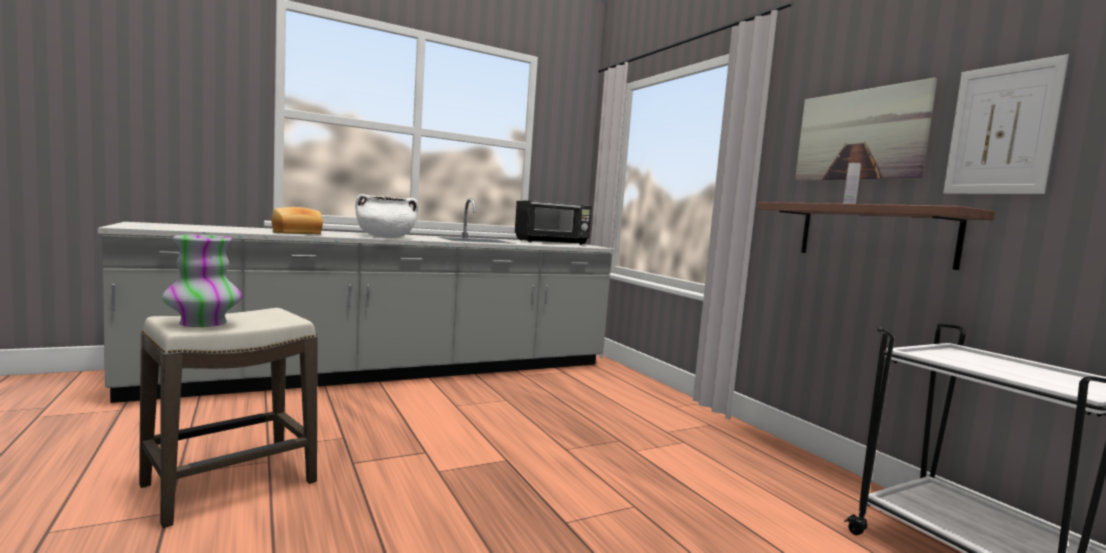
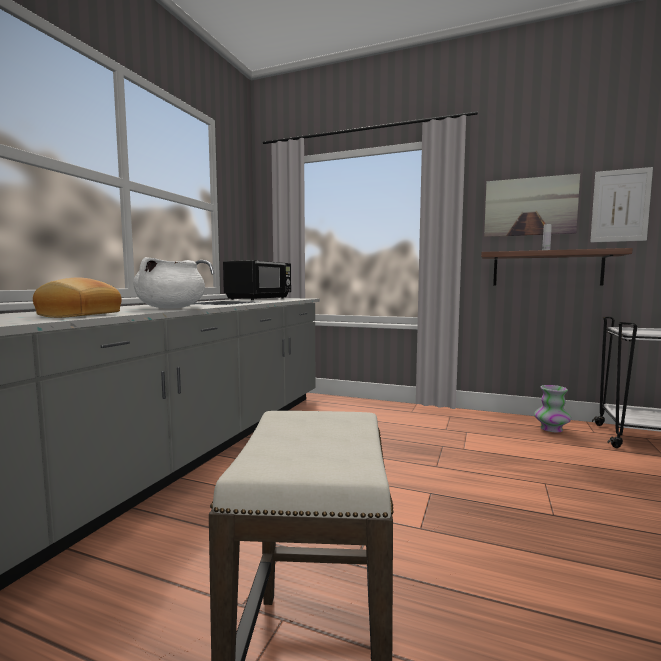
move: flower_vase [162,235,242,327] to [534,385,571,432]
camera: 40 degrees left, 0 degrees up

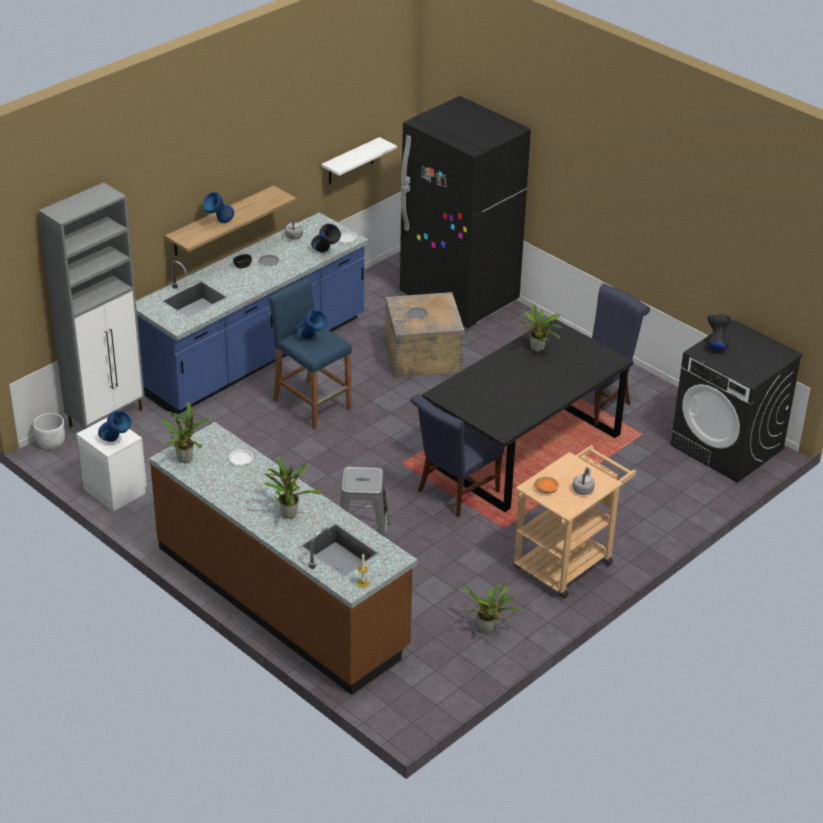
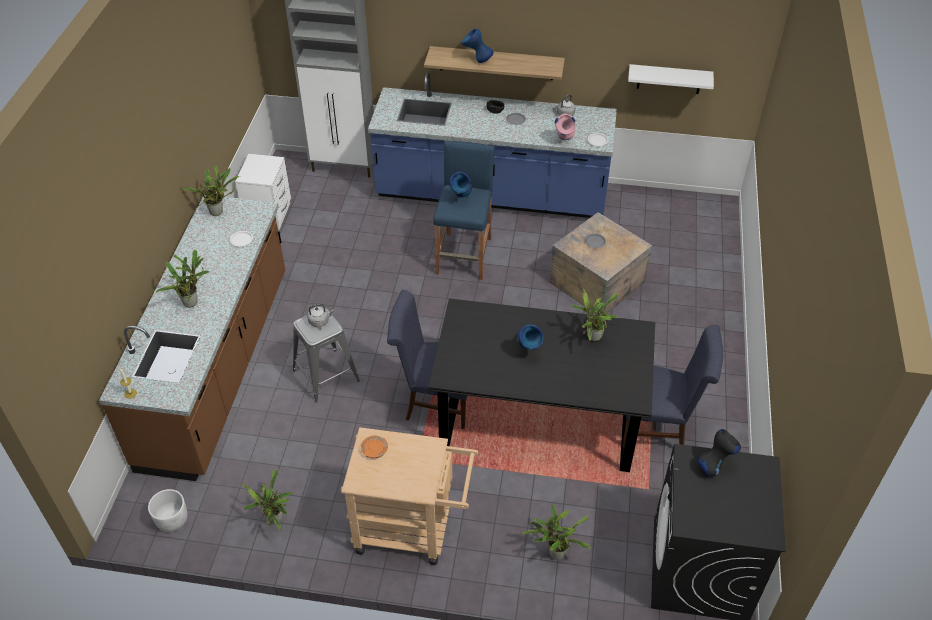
delete: black_refrigerator [400,96,531,328]
insert: houseplant [521,504,591,560]
move: blue_flower_vase [98,410,132,442] to [517,324,544,350]; white_plant_pot [33,413,65,449] to [148,489,188,532]; gray_water_kettle [573,467,595,495] to [307,304,334,327]
recolor: black_flower_vase [311,224,341,253] to pink_flower_vase [555,114,576,140]
camera: 55 degrees right, 10 degrees up

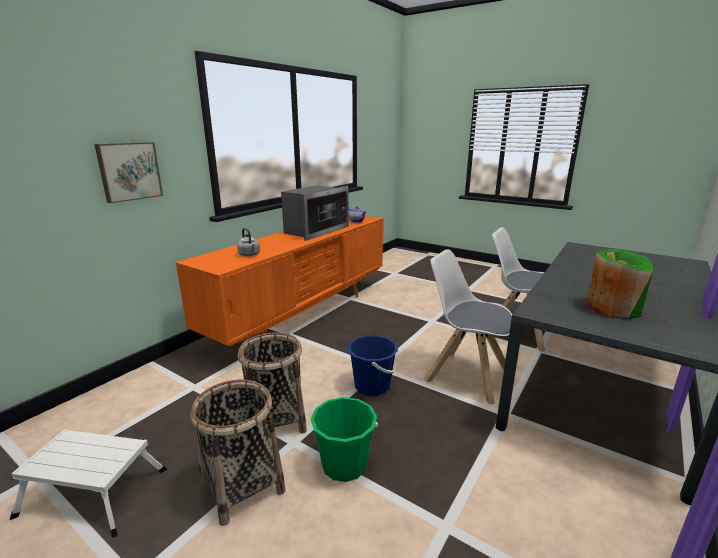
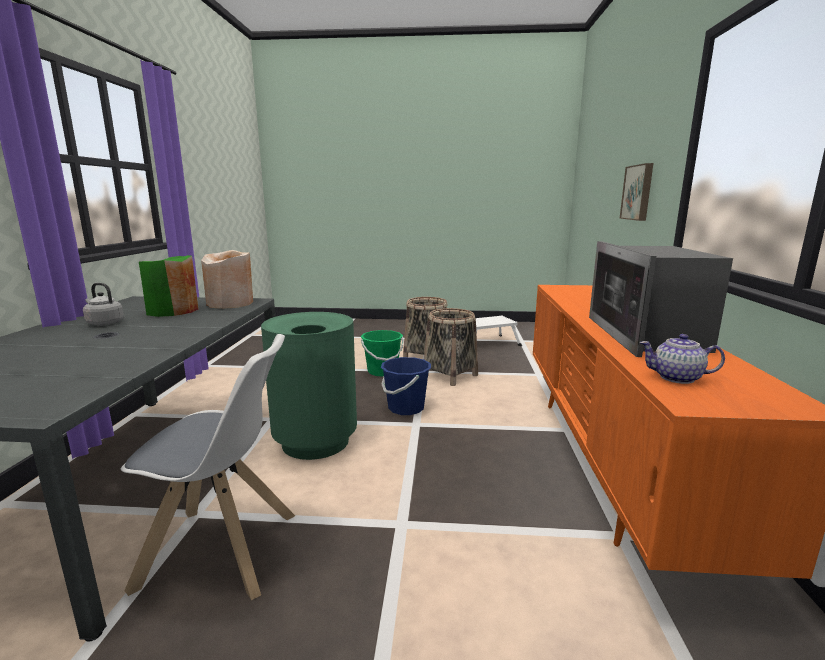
insert: sand-coloured_flower_vase [201,250,253,309]
move: gray_water_kettle [237,228,260,256] to [83,283,124,325]
replace: upright_chair [424,249,512,404] to green_rubbish_bin [261,312,357,460]
camera: 150 degrees right, 5 degrees down

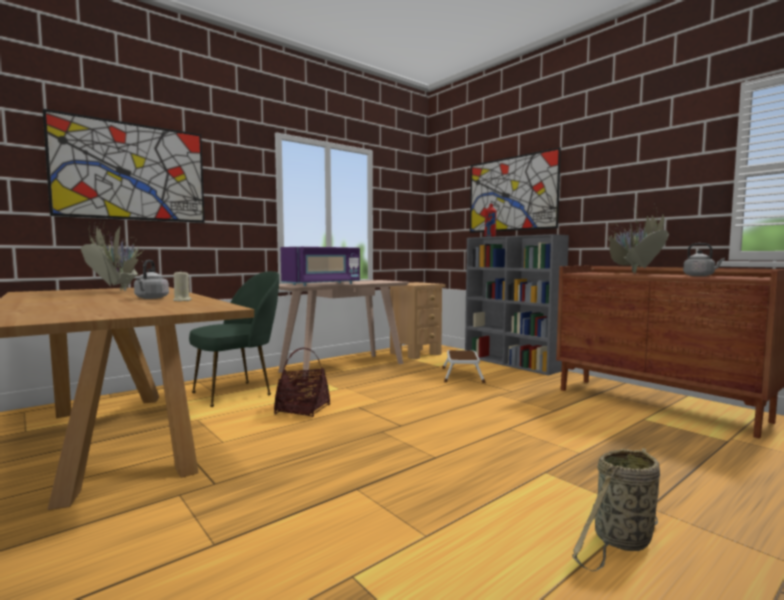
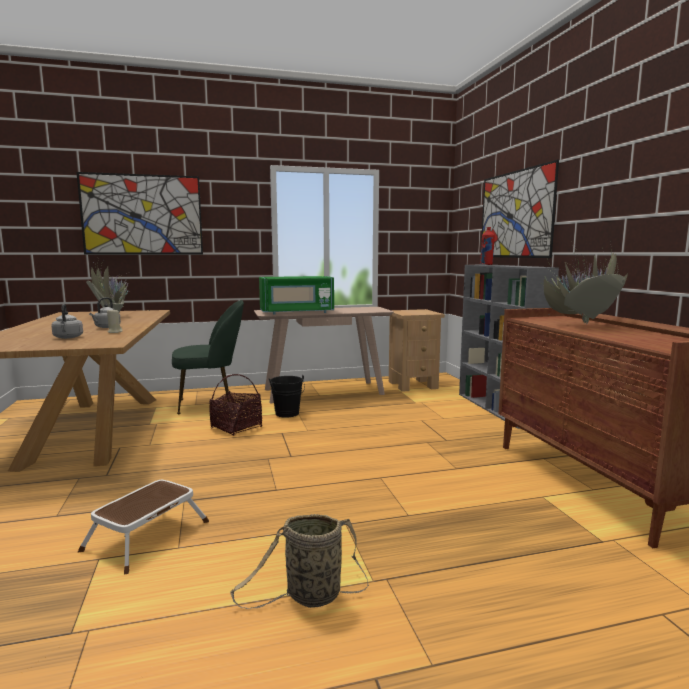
insert: black_water_bucket [269,375,305,418]
move: gray_water_kettle [683,243,725,276] to [51,304,83,339]; brown_stepladder [442,350,486,383] to [78,480,209,575]
recolor: purplish_microwave [281,247,360,286] to green_microwave [259,276,334,315]
camera: 25 degrees right, 5 degrees up

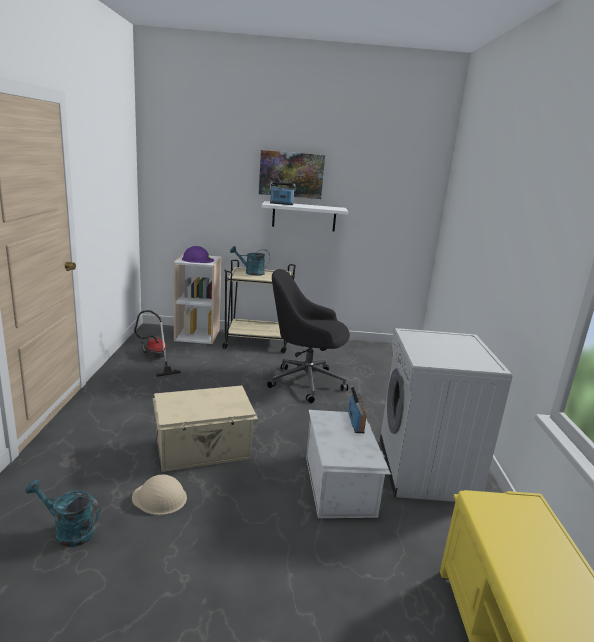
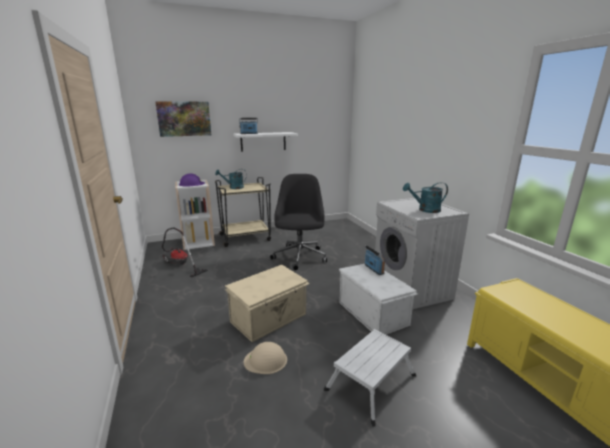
insert: white_stepladder [324,329,417,427]
move: wall_picture [259,150,325,199] to [155,101,211,137]; turquoise_watering_pot [25,479,100,547] to [403,182,448,213]
rotate: black_office_chair [267,269,350,403] = [270,174,327,270] 105 degrees clockwise
camera: 20 degrees left, 0 degrees up

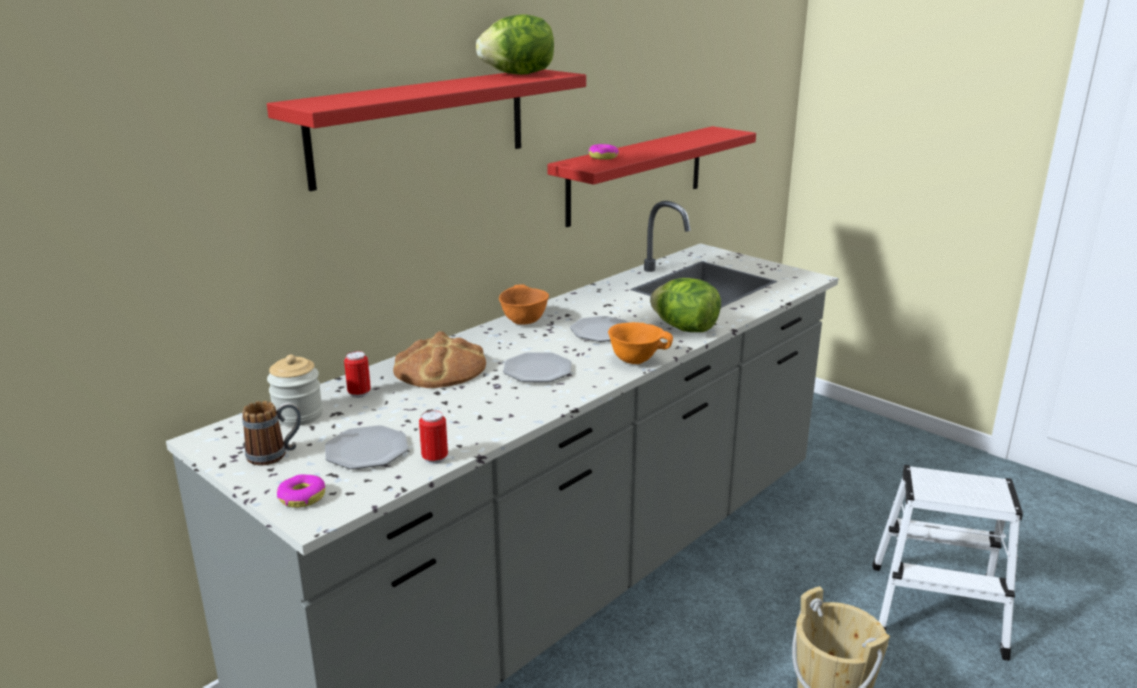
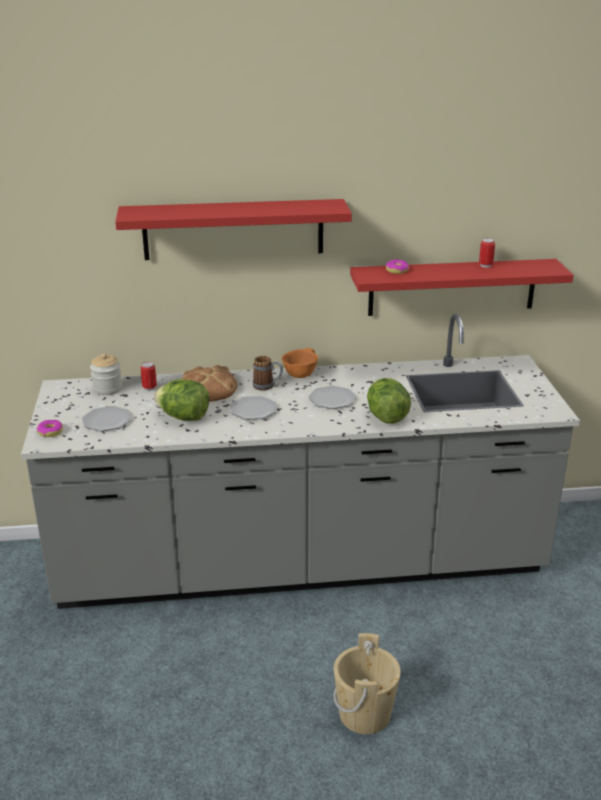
delete: orange_deep_dish [608,322,673,364]; white_stepladder [872,465,1023,661]
move: lettuce_head [476,15,554,75] to [154,379,209,421]; coffee_mug [242,401,301,465] to [253,356,283,391]; can [419,410,448,464] to [479,238,495,268]
camera: 40 degrees right, 5 degrees up

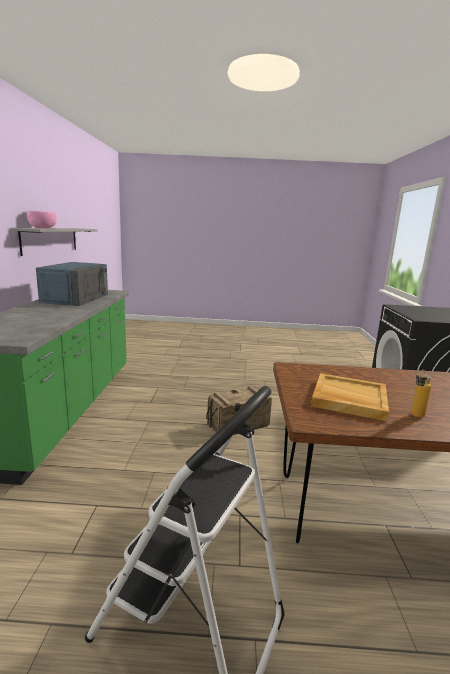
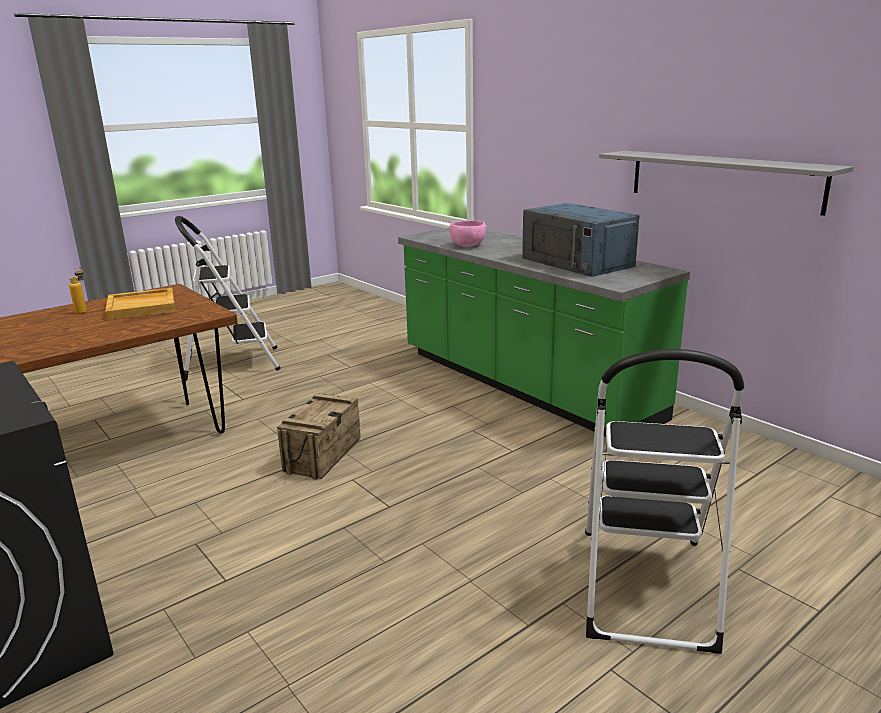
insert: stepladder [585,349,744,654]
move: pink_deep_dish [27,211,57,228] to [449,220,487,247]
camera: 140 degrees right, 5 degrees up

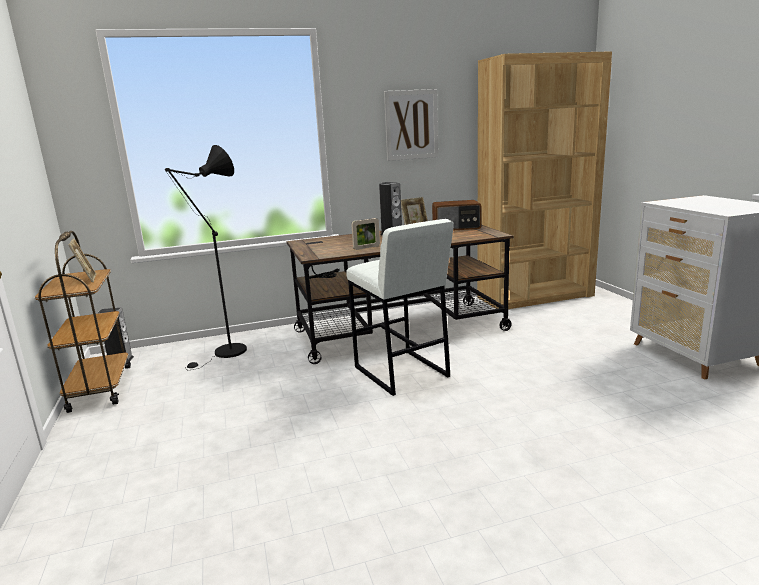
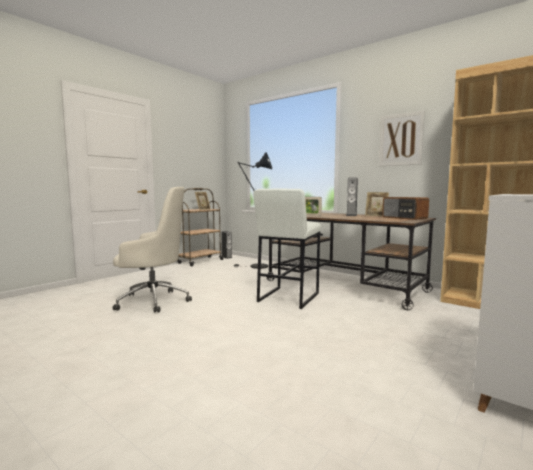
insert: sand-coloured_office_chair [113,187,192,313]
camera: 55 degrees right, 10 degrees down

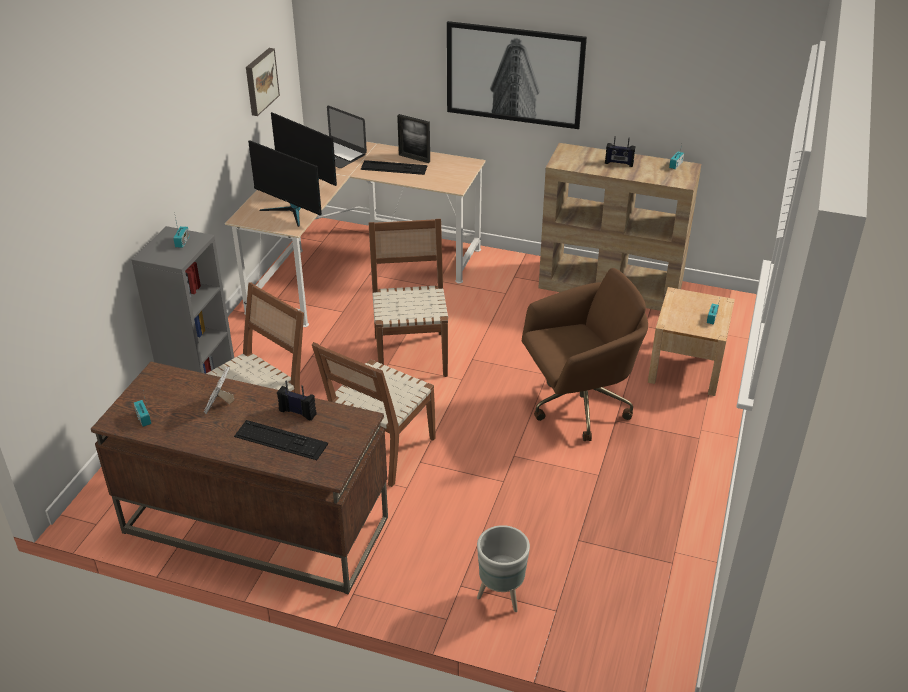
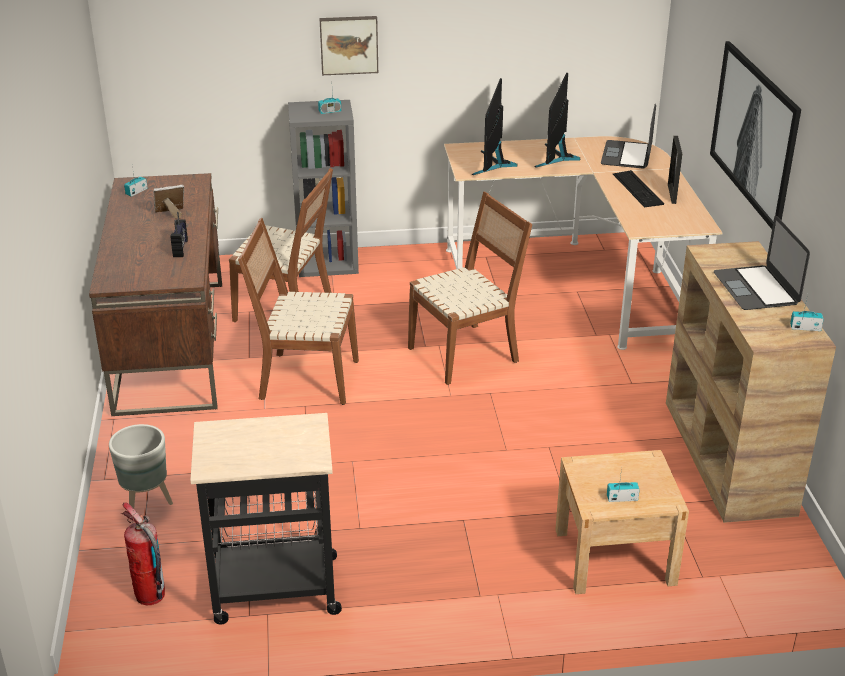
delete: brown_office_chair [522,268,648,441]; computer_keyboard [234,420,328,460]
insert: cart [190,413,342,625]; fire_extinguisher [121,502,165,605]
move: wall_picture [246,48,280,116] to [319,16,378,75]
replace: radio_set [605,136,636,167] to notebook_computer [714,216,810,310]
camera: 65 degrees right, 5 degrees down

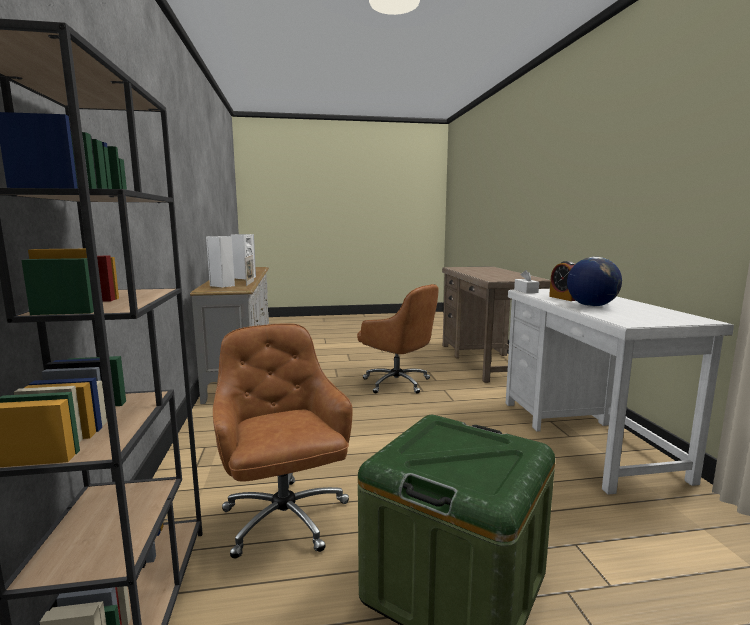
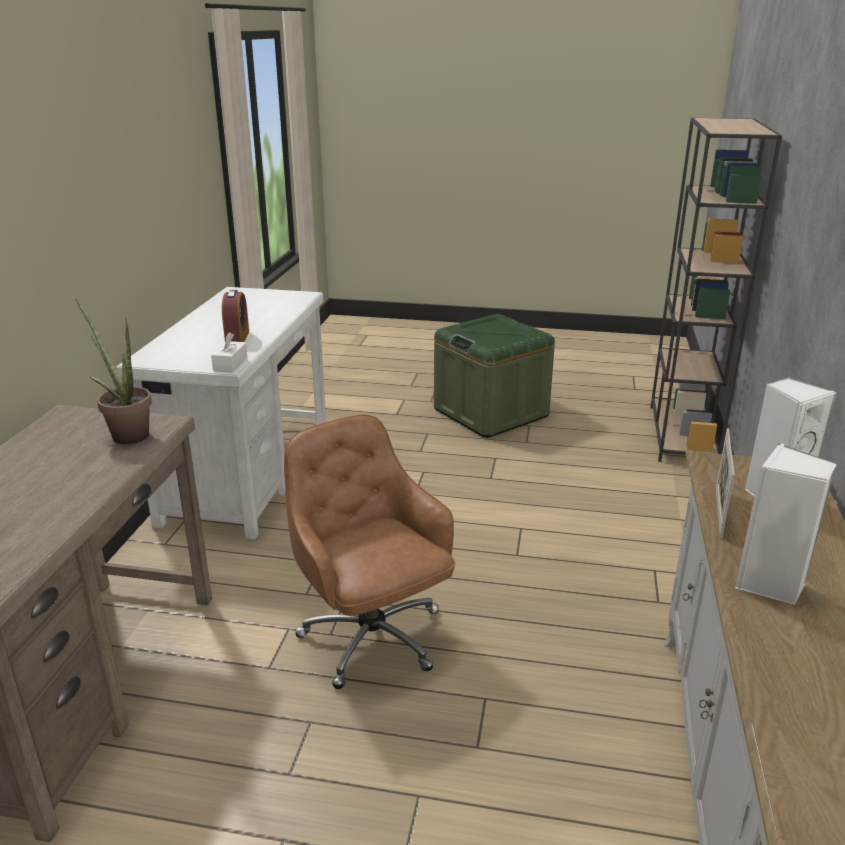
delete: world_globe [567,257,622,307]; brown_office_chair [213,323,353,558]
insert: houseplant [76,299,152,444]
camera: 160 degrees left, 15 degrees up

